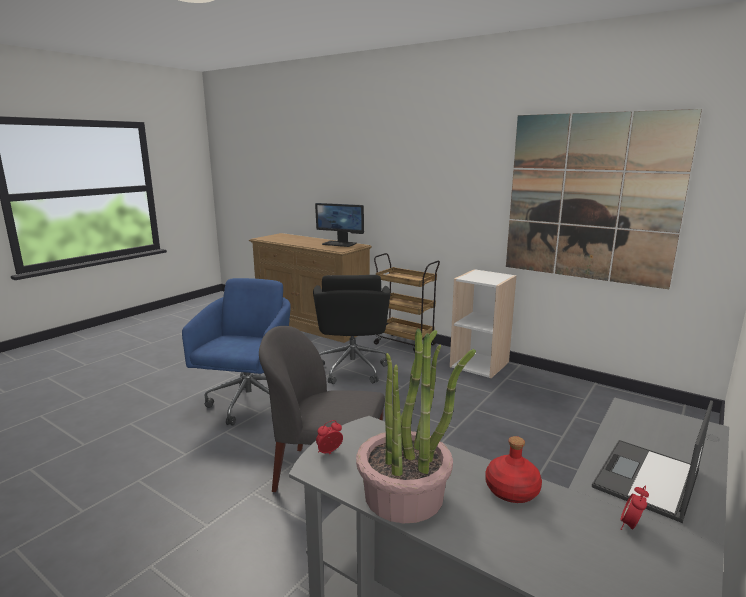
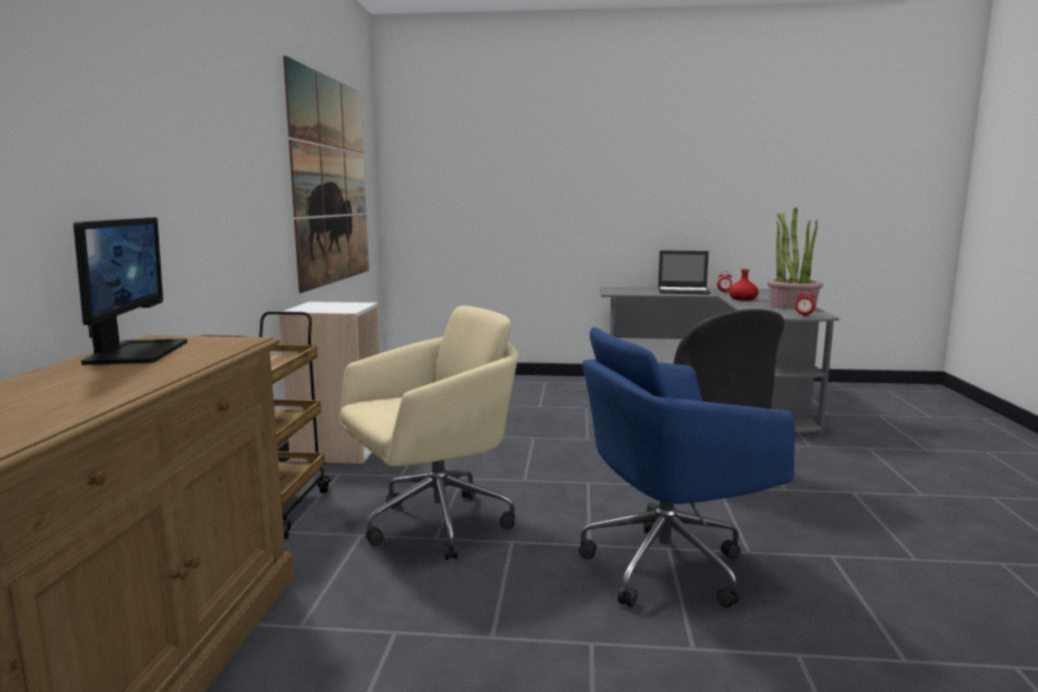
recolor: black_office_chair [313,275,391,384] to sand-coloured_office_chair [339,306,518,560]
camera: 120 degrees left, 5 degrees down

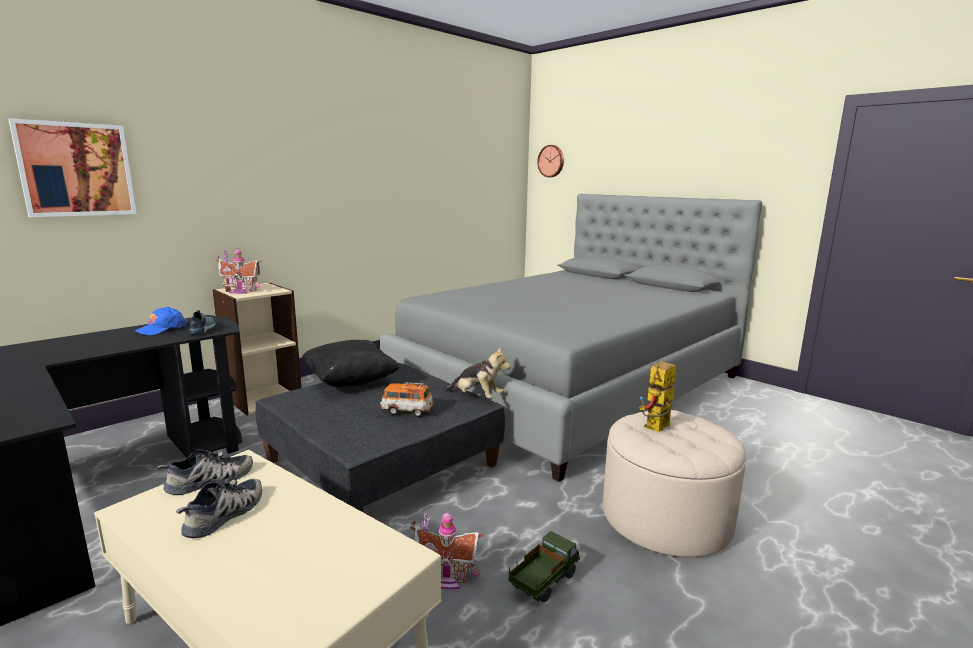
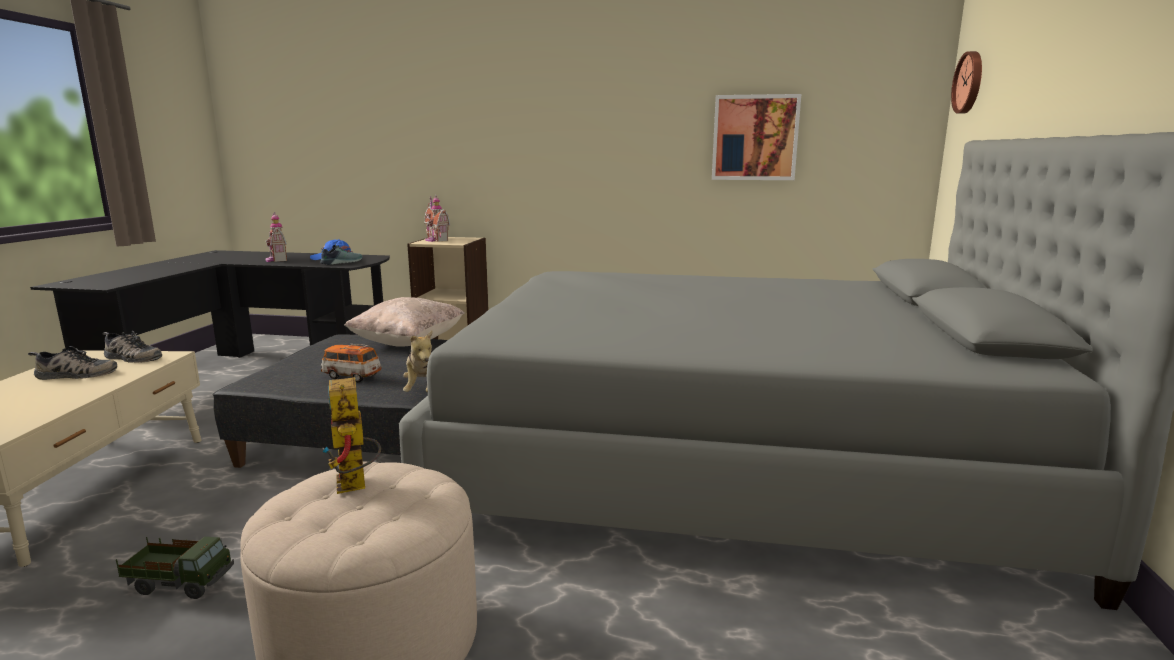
move: wall_picture [8,118,137,217] to [712,94,801,180]; toy_house [410,510,484,590] to [265,212,287,262]
recolor: black_pillow [302,340,400,387] to sand-coloured_pillow [345,297,465,347]
rotate: toy_robot [639,361,677,432] = [322,377,381,494] 120 degrees counterclockwise; toy_car [380,382,434,417] = [321,344,382,383] 45 degrees counterclockwise
camera: 55 degrees right, 0 degrees up

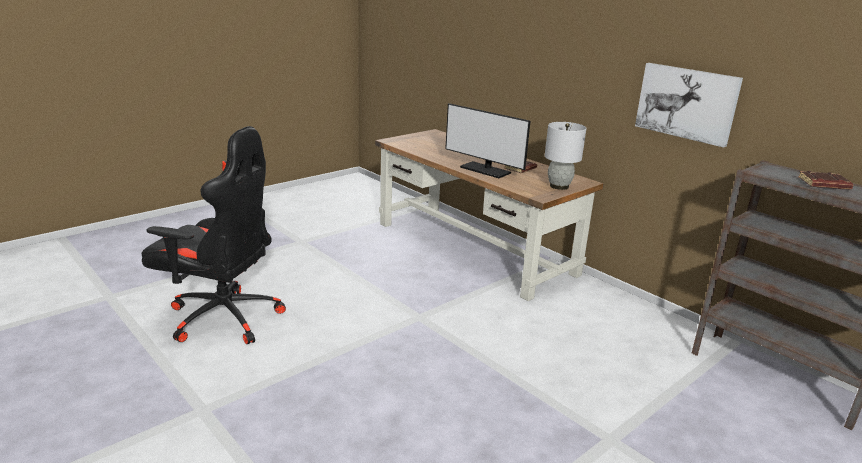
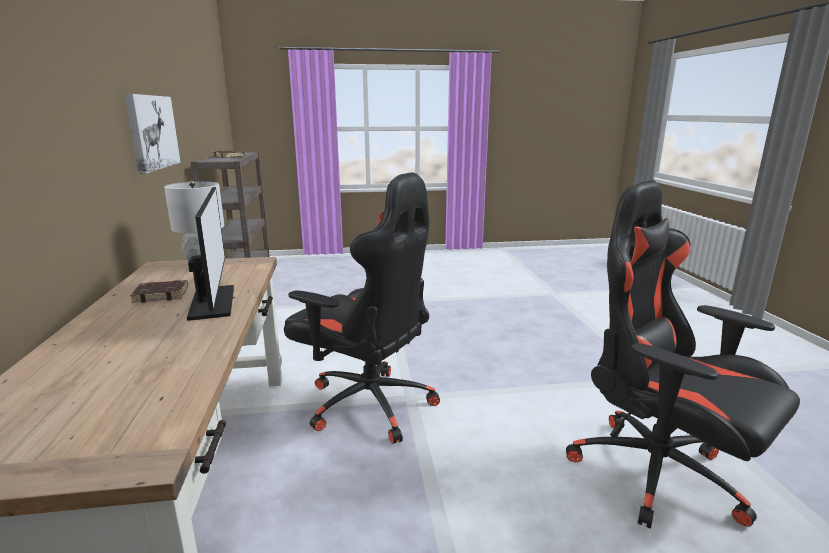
insert: black_office_chair [284,172,440,444]
camera: 145 degrees left, 5 degrees down

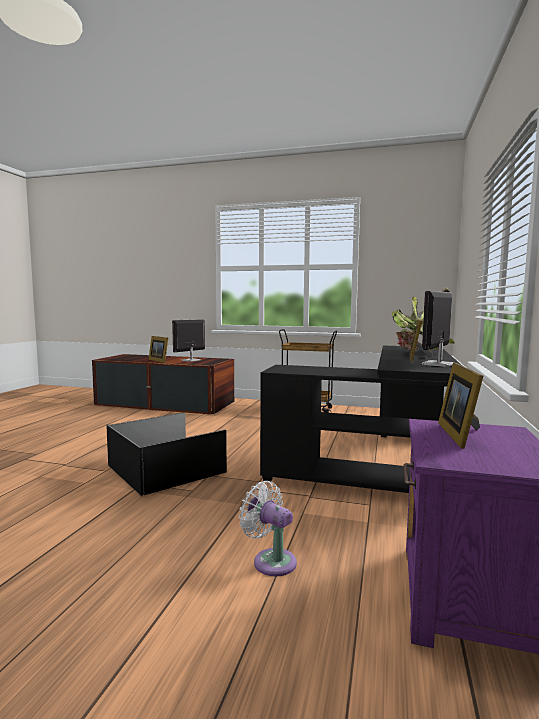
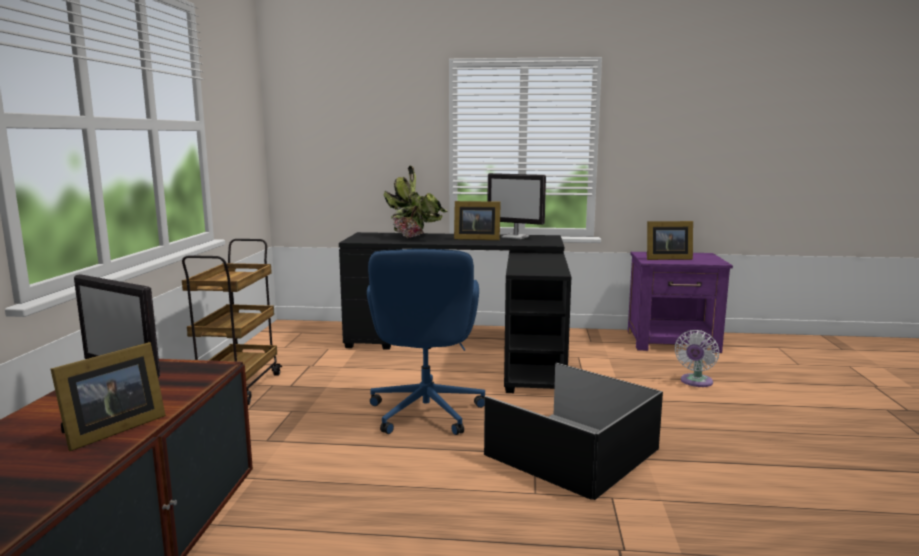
insert: blue_office_chair [367,249,485,435]
camera: 100 degrees left, 5 degrees up

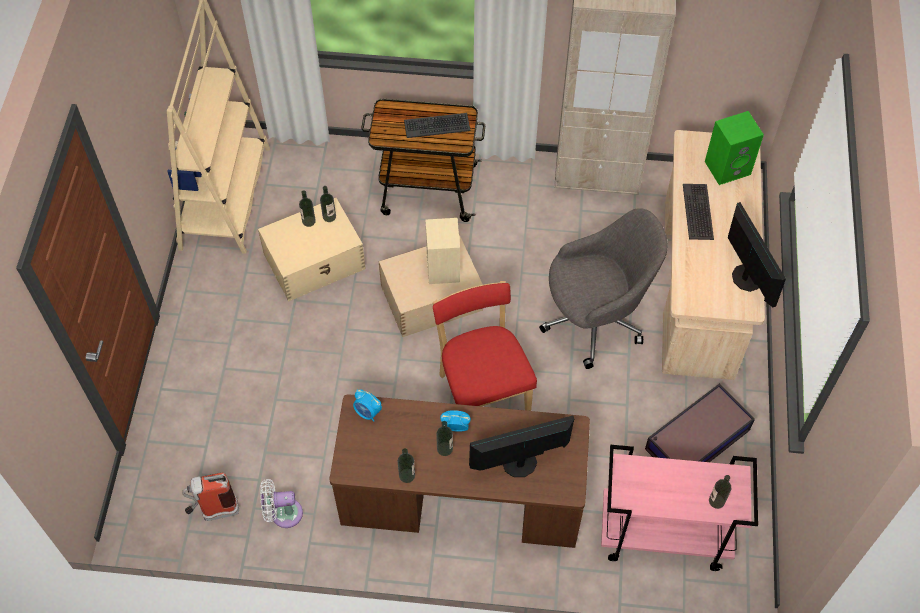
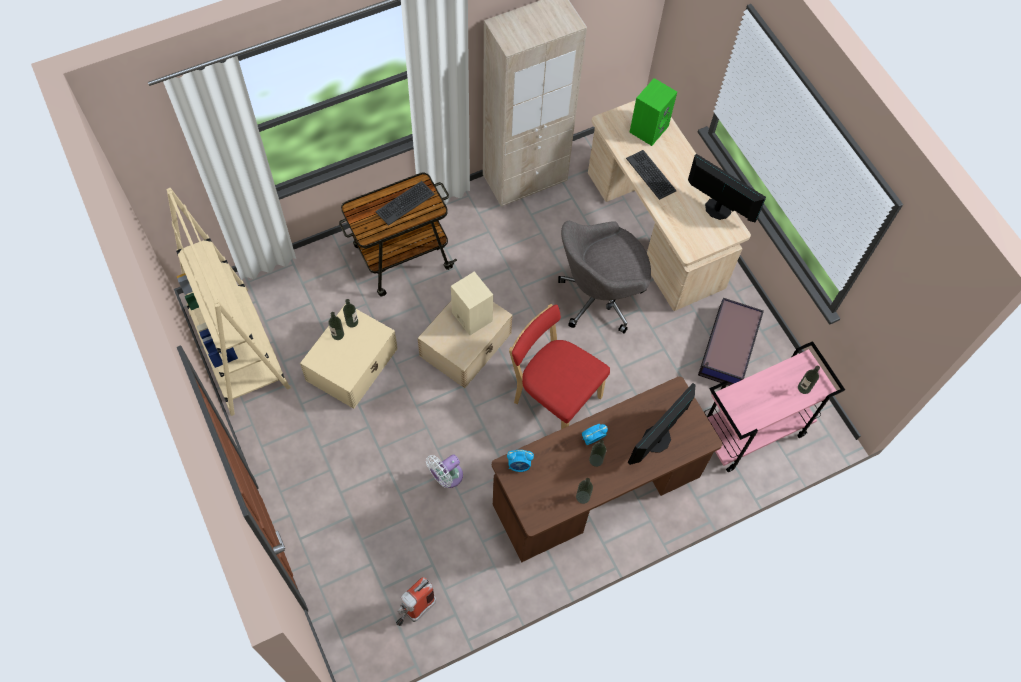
move: white_fan [260,479,303,528] to [426,454,463,488]
rotate: gray_office_chair [539,208,668,369] = [558,221,651,334] 150 degrees counterclockwise
camera: 35 degrees left, 5 degrees up

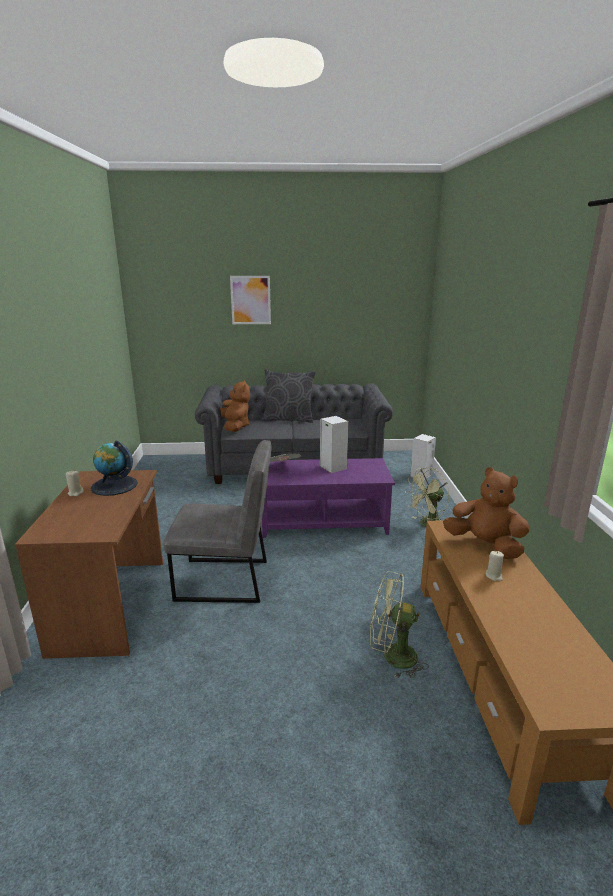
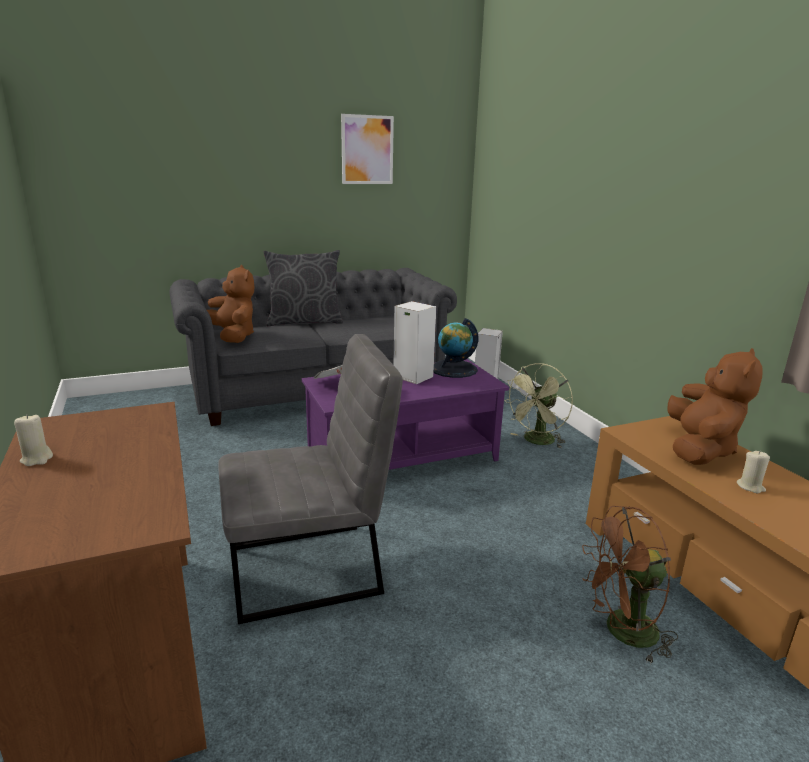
move: wall_picture [230,276,271,324] to [341,114,394,184]; world_globe [91,440,138,496] to [434,318,478,378]
recolor: green_fan [370,571,429,678] to brown_fan [582,506,678,665]
rotate: brown_soft_toy [443,467,530,559] = [668,348,762,465] 90 degrees clockwise
camera: 20 degrees left, 0 degrees up

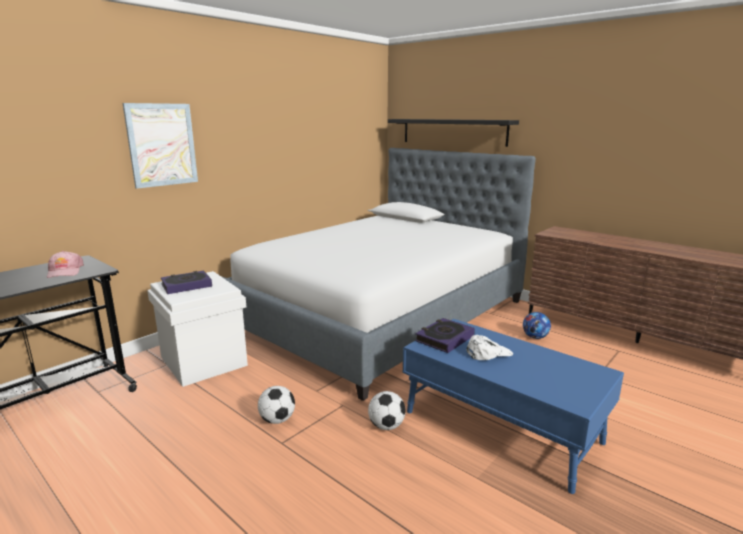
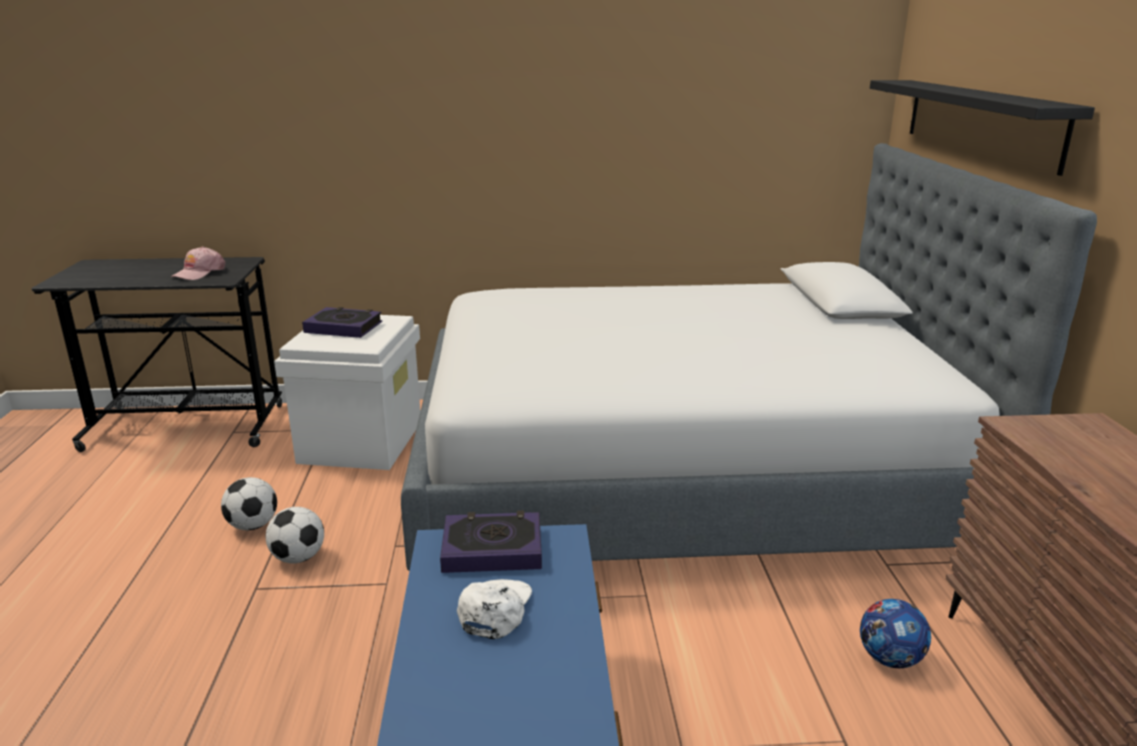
delete: wall_picture [123,103,198,189]
move: football [368,391,406,430] to [221,477,277,530]
rotate: white_cap [466,335,513,360] = [457,579,532,639] 105 degrees counterclockwise
camera: 45 degrees right, 5 degrees up

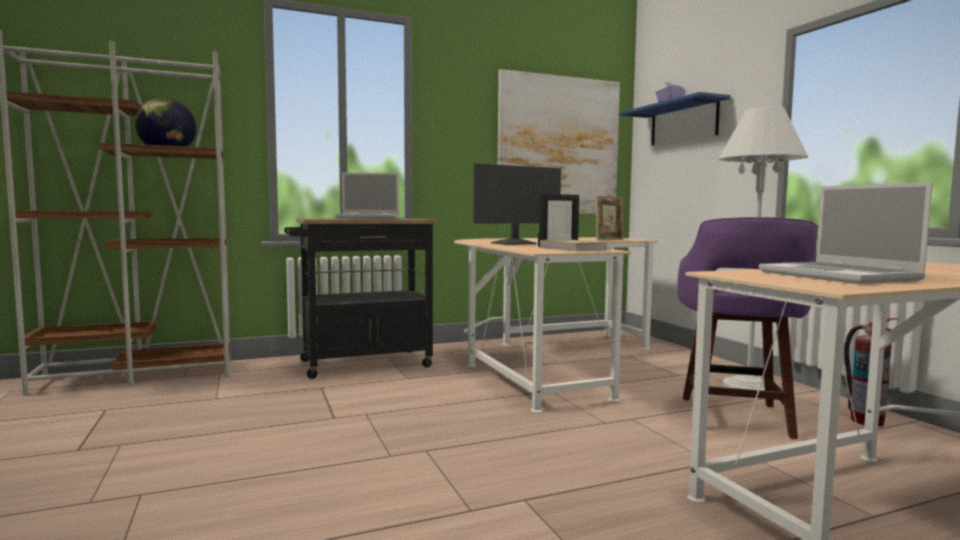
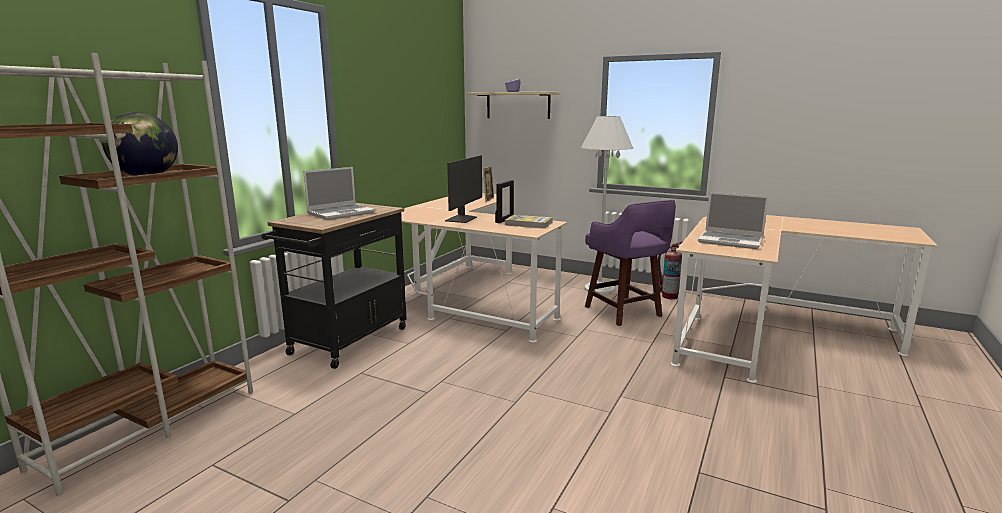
delete: wall_picture [498,69,620,214]
recolor: blue_bracket_shelf [619,92,731,145] to sand-coloured_bracket_shelf [466,92,560,119]
camera: 40 degrees left, 10 degrees up

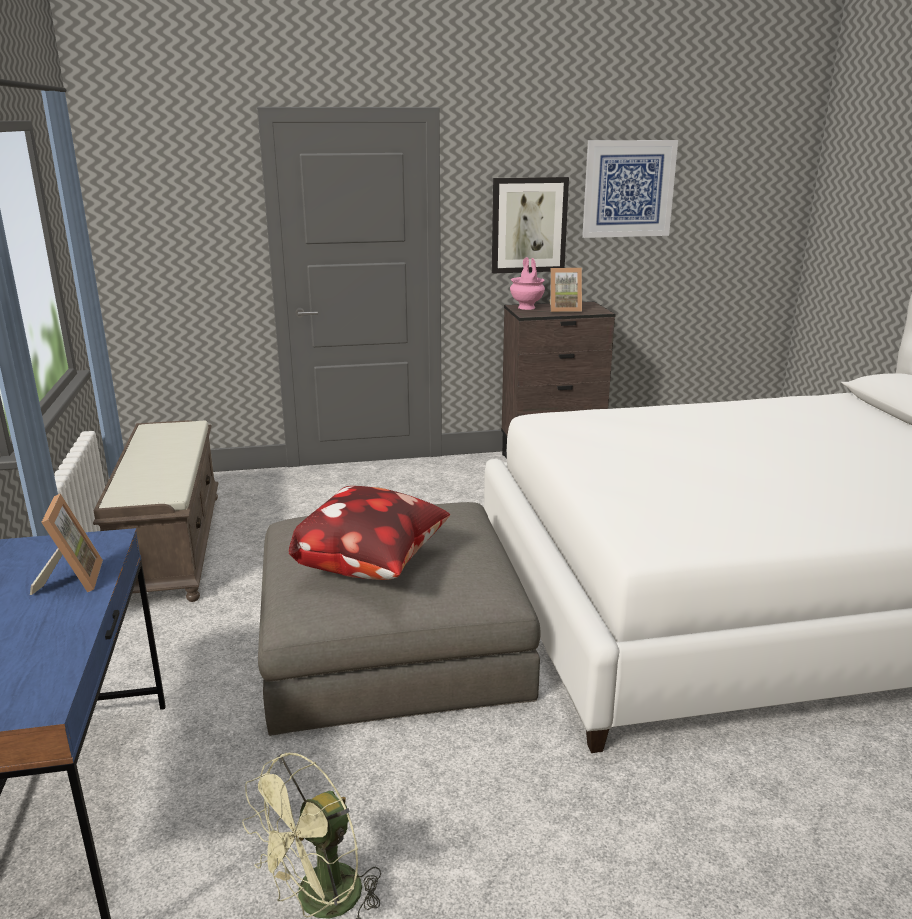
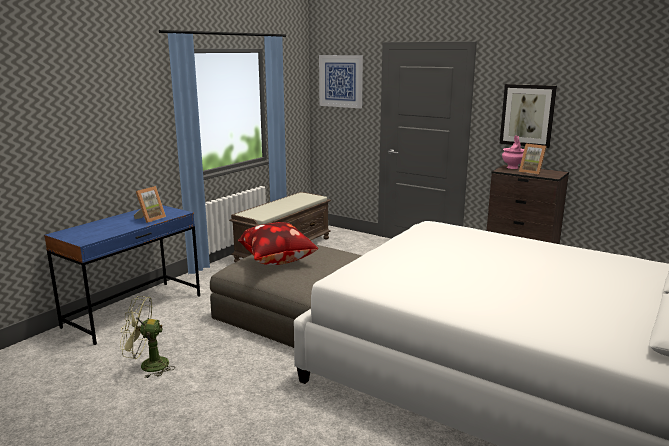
move: wall_picture [582,140,678,238] to [319,55,363,109]
camera: 45 degrees right, 5 degrees down

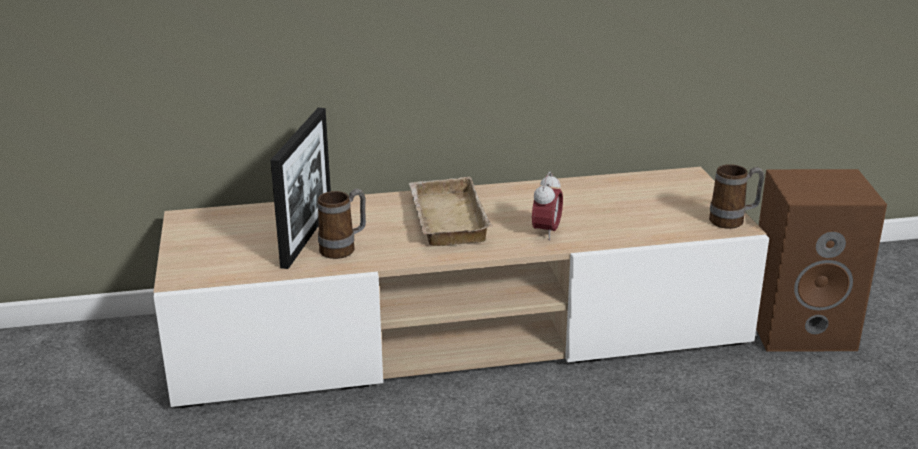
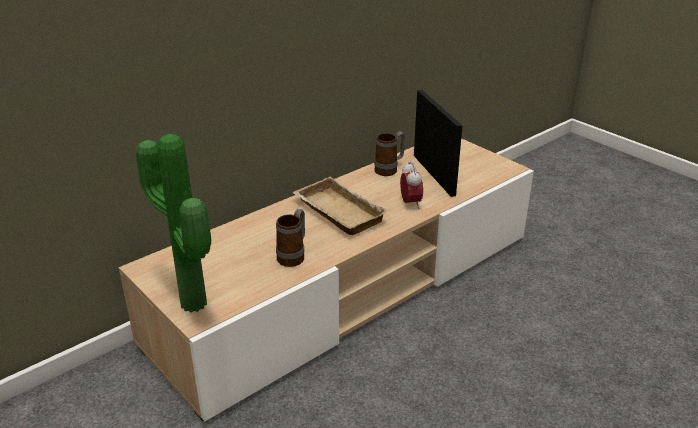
delete: brown_speaker [756,169,887,351]
insert: houseplant [136,134,211,312]
move: photo_frame [270,108,331,269] to [414,90,462,197]; coffee_mug [709,164,764,229] to [374,131,405,176]
camera: 30 degrees left, 5 degrees up

